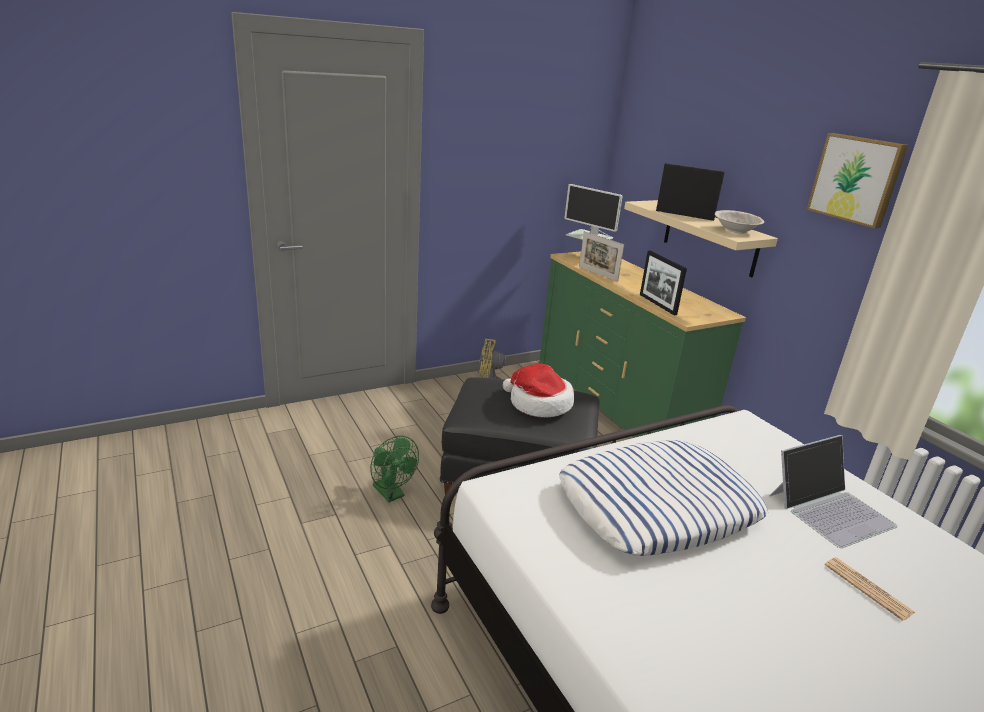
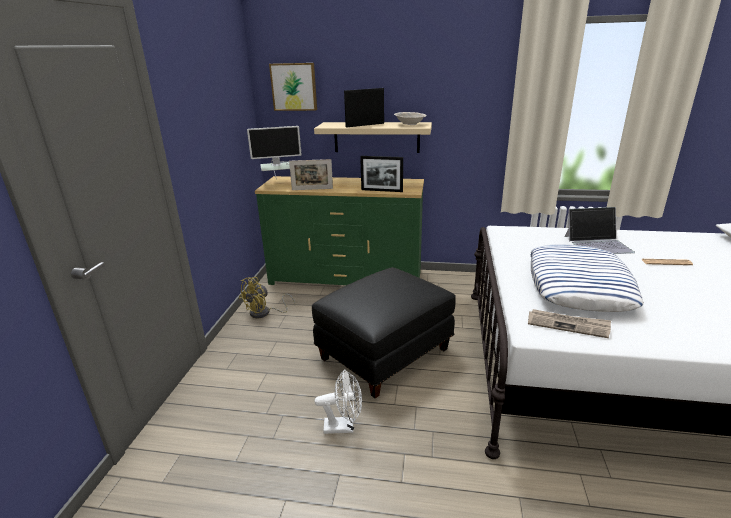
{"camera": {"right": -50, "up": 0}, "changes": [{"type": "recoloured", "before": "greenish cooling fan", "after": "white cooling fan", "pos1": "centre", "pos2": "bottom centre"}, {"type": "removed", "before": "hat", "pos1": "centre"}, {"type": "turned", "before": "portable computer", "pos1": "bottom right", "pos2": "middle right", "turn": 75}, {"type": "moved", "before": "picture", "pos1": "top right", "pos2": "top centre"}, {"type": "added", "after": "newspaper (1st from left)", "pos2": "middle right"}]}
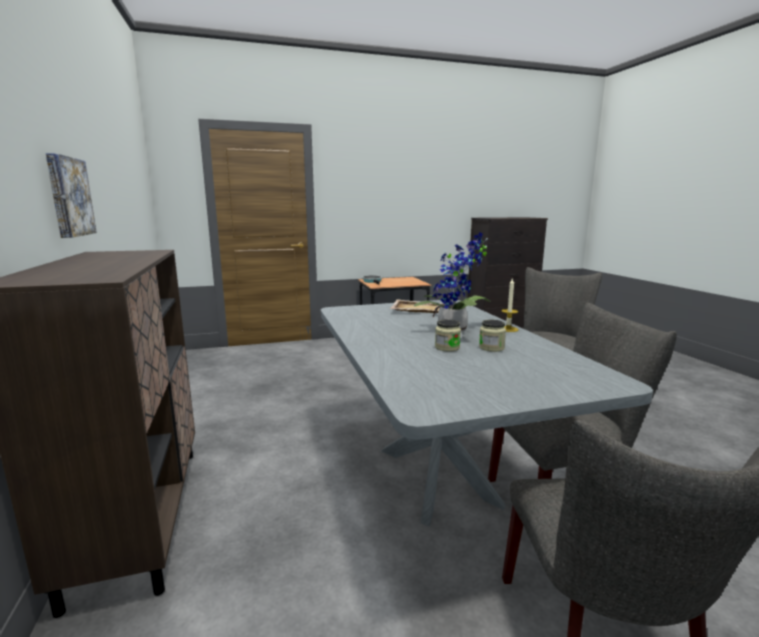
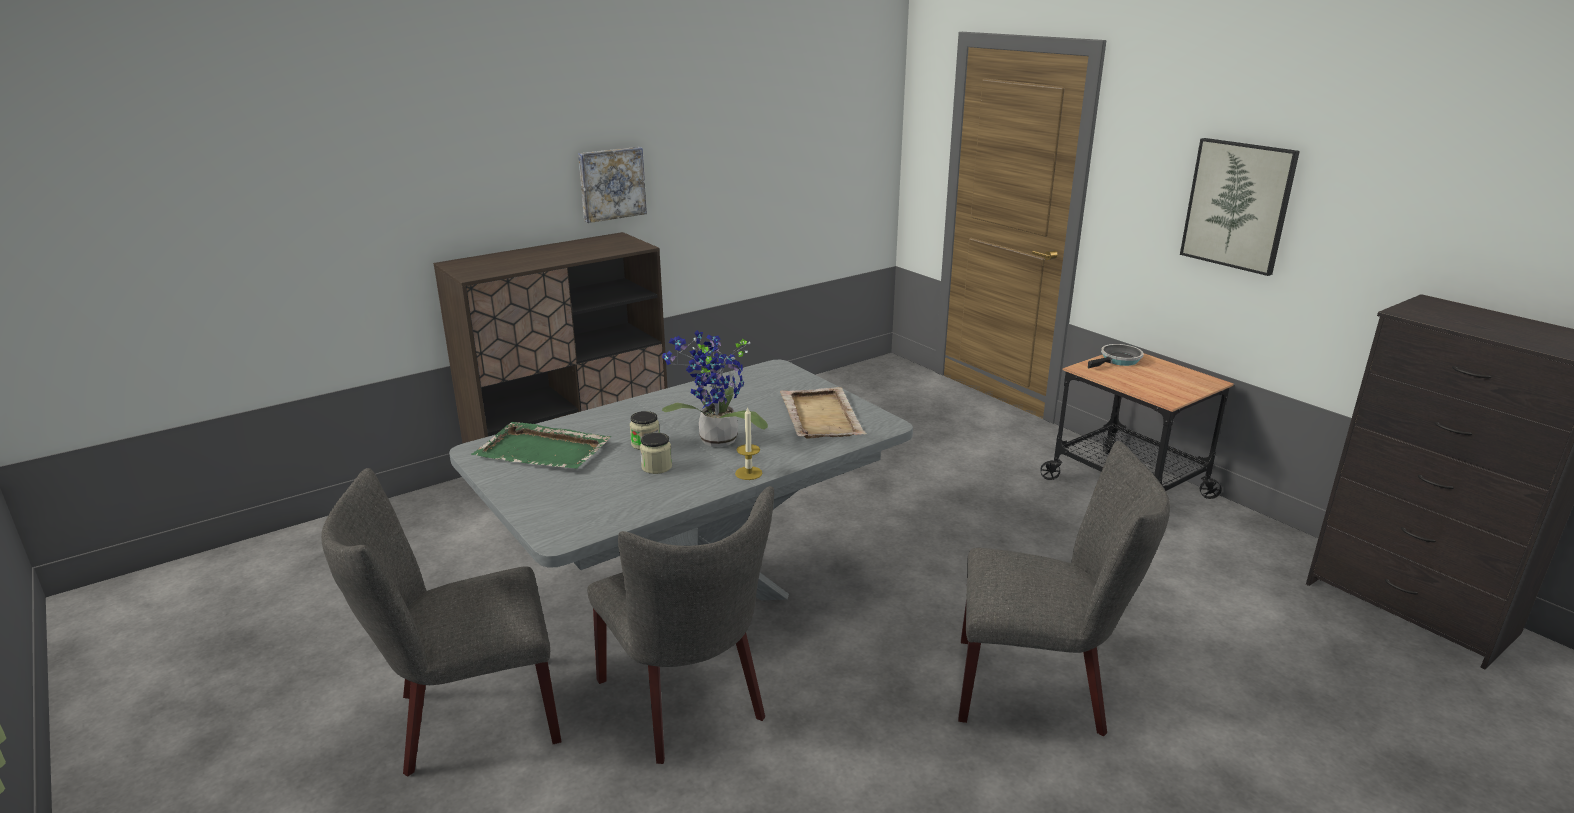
{"camera": {"right": 70, "up": 10}, "changes": [{"type": "added", "after": "greenish tray", "pos2": "centre"}, {"type": "added", "after": "picture (2nd from left)", "pos2": "top right"}]}
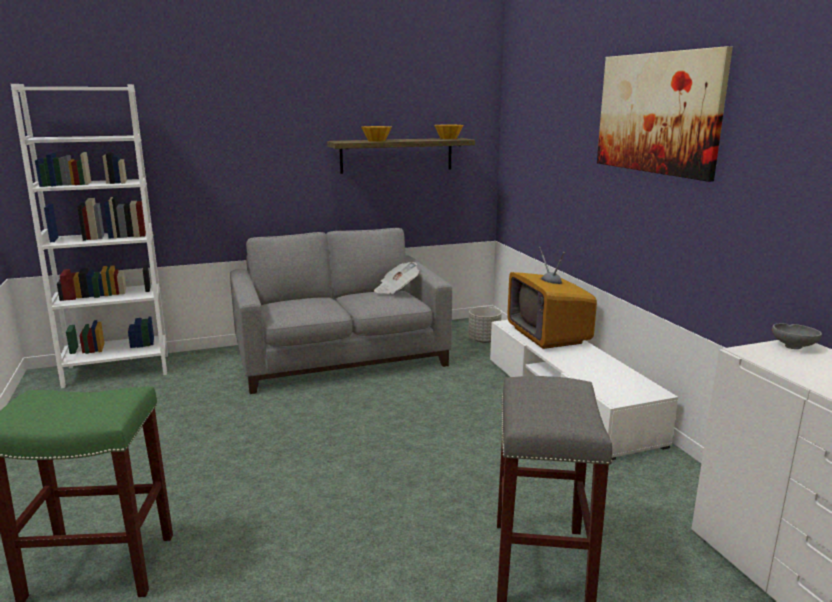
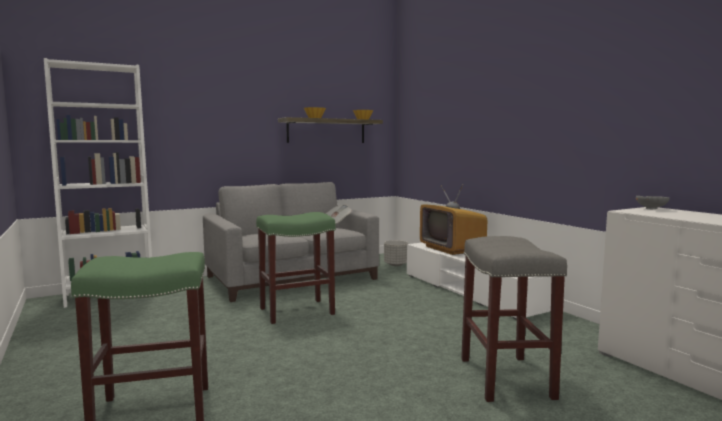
{"camera": {"right": -10, "up": -10}, "changes": [{"type": "removed", "before": "picture", "pos1": "top right"}, {"type": "added", "after": "greenish stool (2nd from left)", "pos2": "centre"}]}
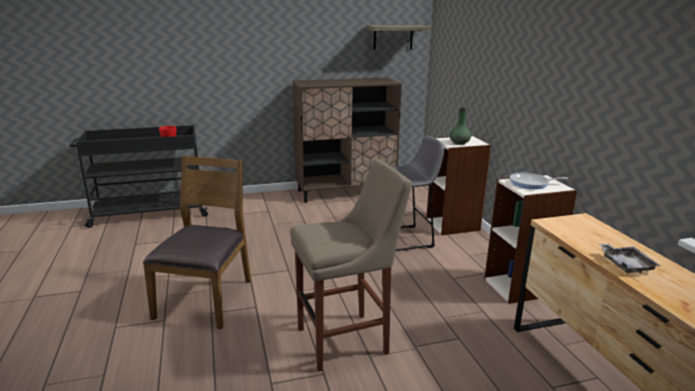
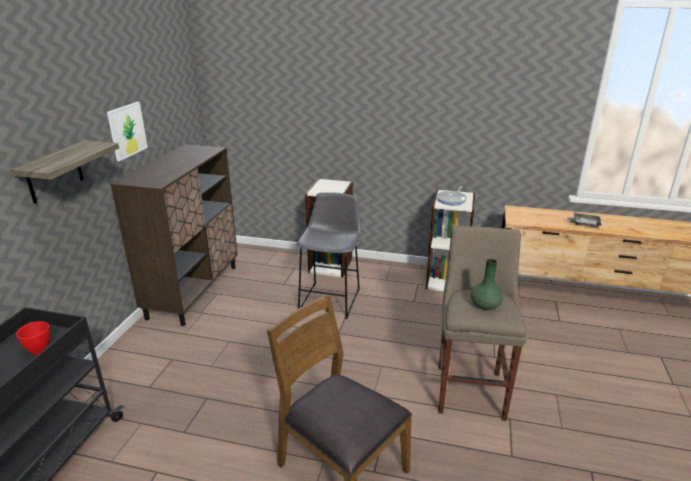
{"camera": {"right": -60, "up": 5}, "changes": [{"type": "moved", "before": "wall shelf", "pos1": "top centre", "pos2": "middle left"}, {"type": "moved", "before": "greenish vase", "pos1": "top centre", "pos2": "middle right"}, {"type": "added", "after": "picture", "pos2": "top left"}]}
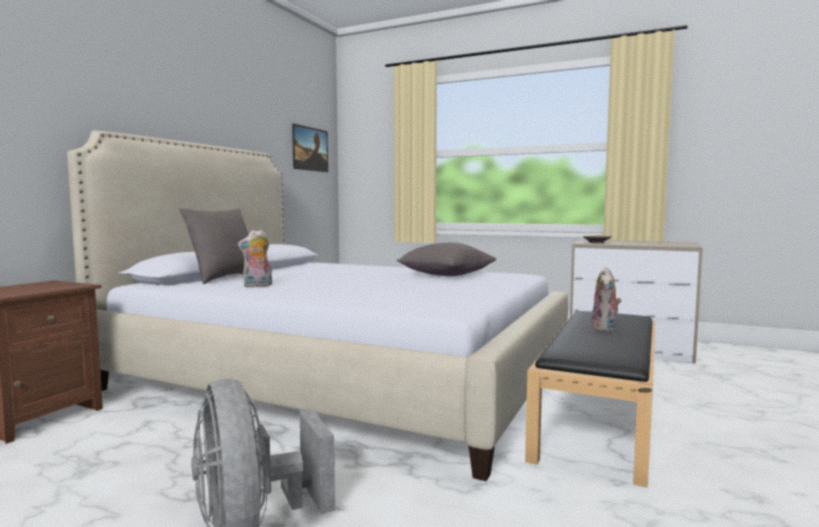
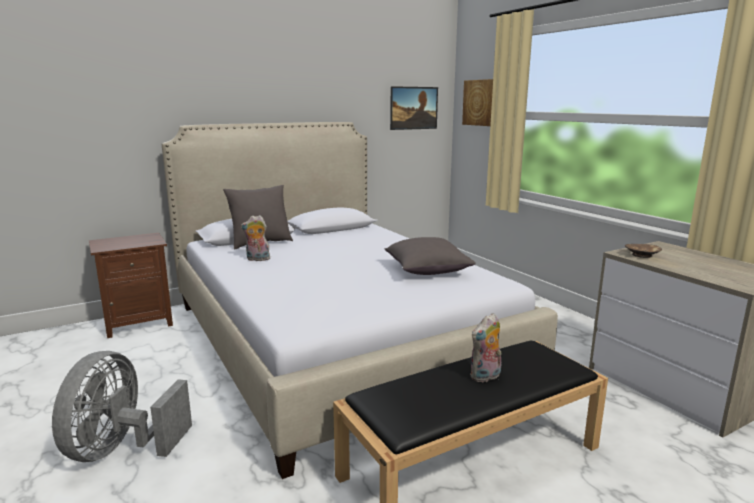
{"camera": {"right": 35, "up": 10}, "changes": [{"type": "added", "after": "picture (2nd from left)", "pos2": "top centre"}]}
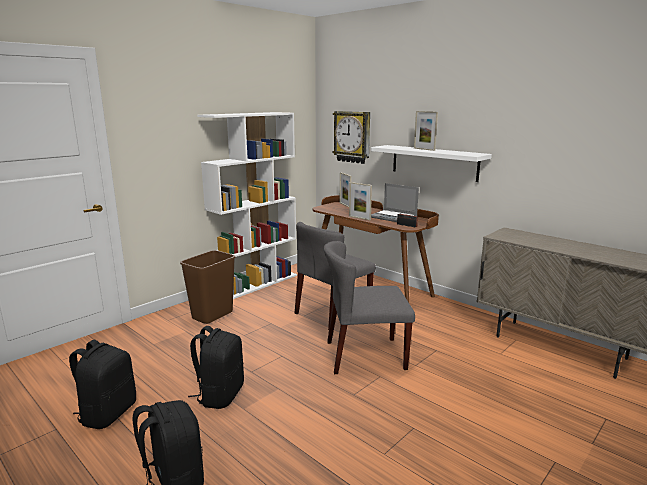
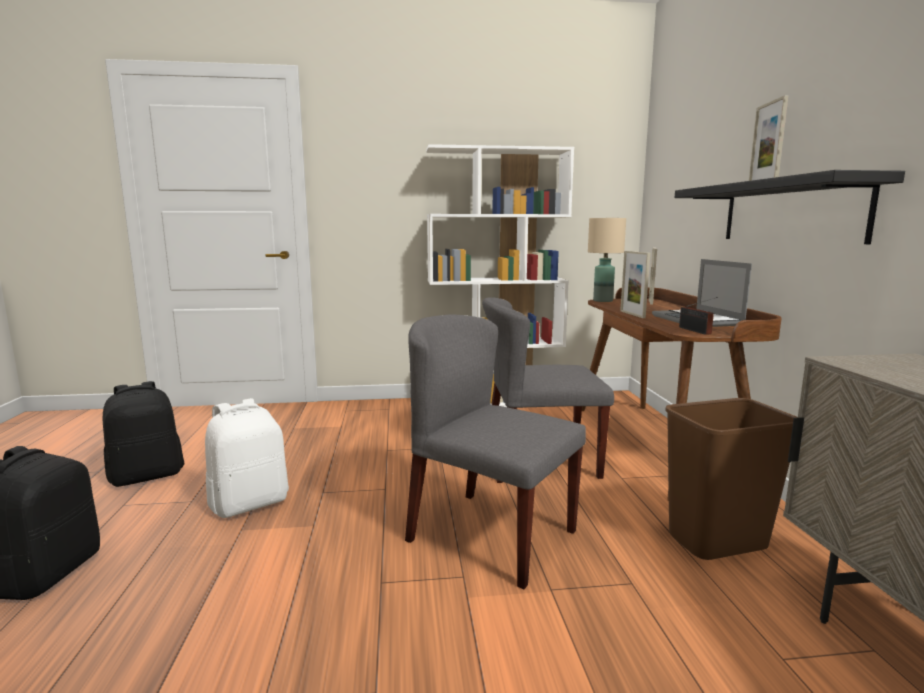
{"camera": {"right": 40, "up": -5}, "changes": [{"type": "moved", "before": "brown-coloured waste bin", "pos1": "middle left", "pos2": "bottom right"}, {"type": "recoloured", "before": "black backpack (3rd from left)", "after": "white backpack", "pos1": "bottom centre", "pos2": "middle left"}, {"type": "removed", "before": "hanging clock", "pos1": "top centre"}, {"type": "recoloured", "before": "white wall shelf", "after": "black wall shelf", "pos1": "centre", "pos2": "top right"}, {"type": "added", "after": "beige tabletop lamp", "pos2": "centre"}]}
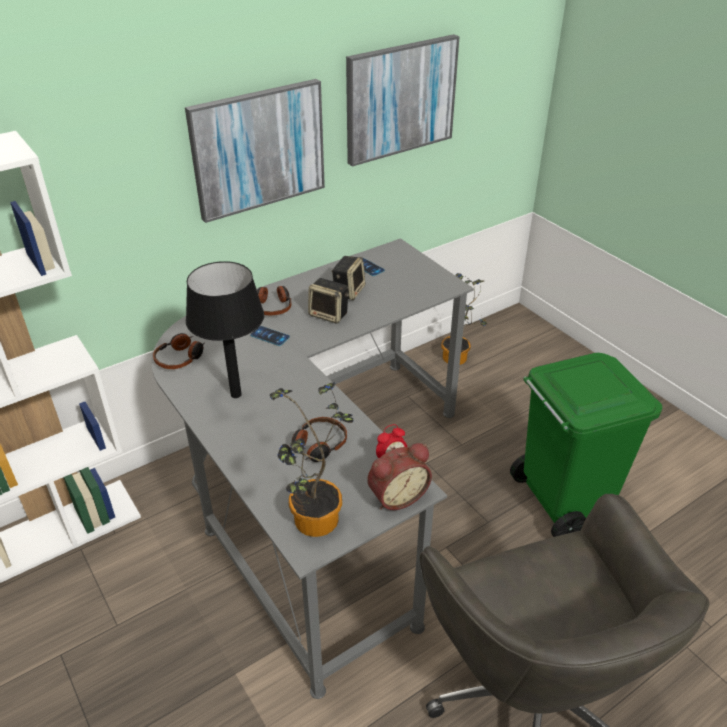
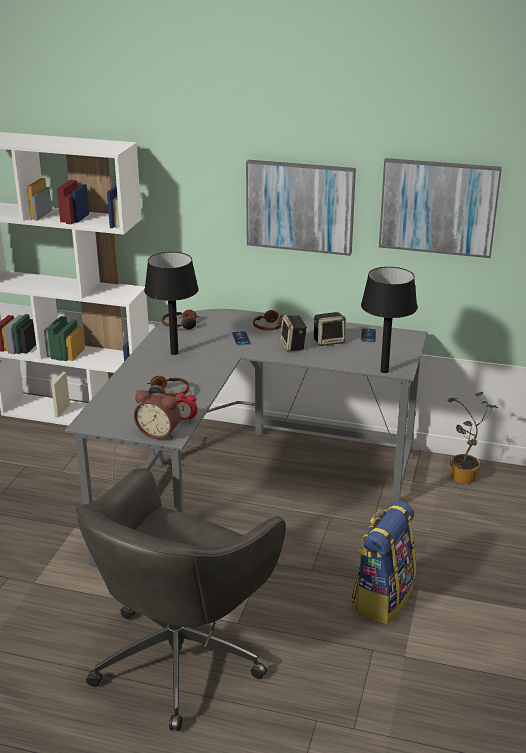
{"camera": {"right": 50, "up": -10}, "changes": [{"type": "removed", "before": "potted plant (1st from left)", "pos1": "centre"}, {"type": "replaced", "before": "greenish waste bin", "after": "backpack", "pos1": "middle right", "pos2": "bottom right"}, {"type": "added", "after": "black tabletop lamp (2nd from left)", "pos2": "middle right"}]}
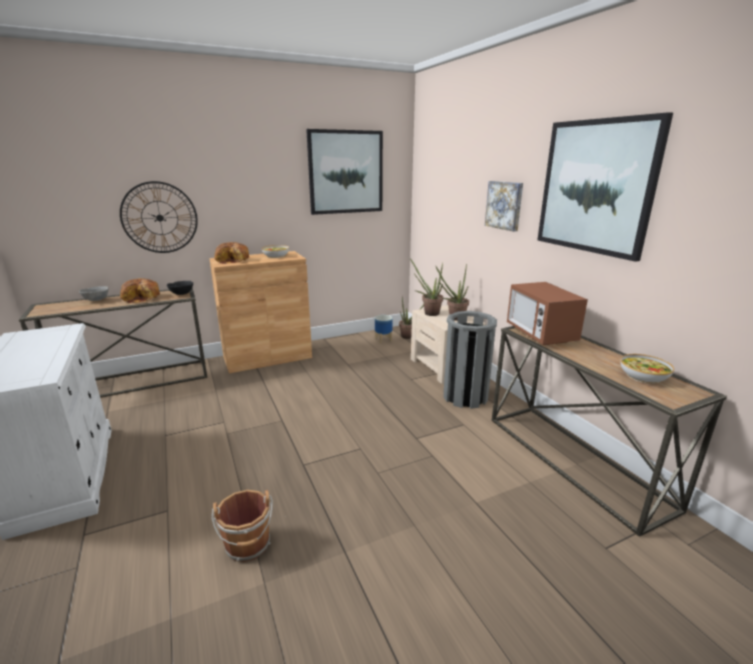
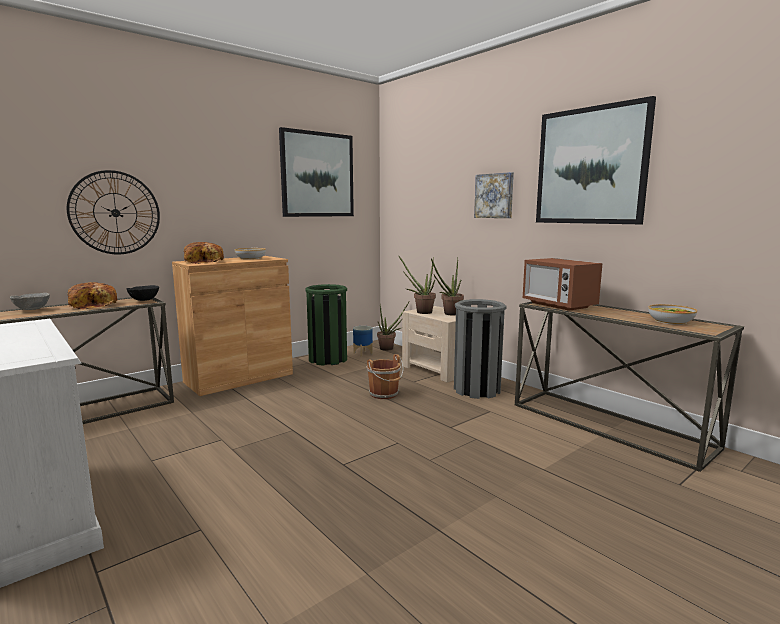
{"camera": {"right": -15, "up": -10}, "changes": [{"type": "moved", "before": "brown-coloured pail", "pos1": "bottom left", "pos2": "centre"}, {"type": "added", "after": "greenish waste bin", "pos2": "centre"}]}
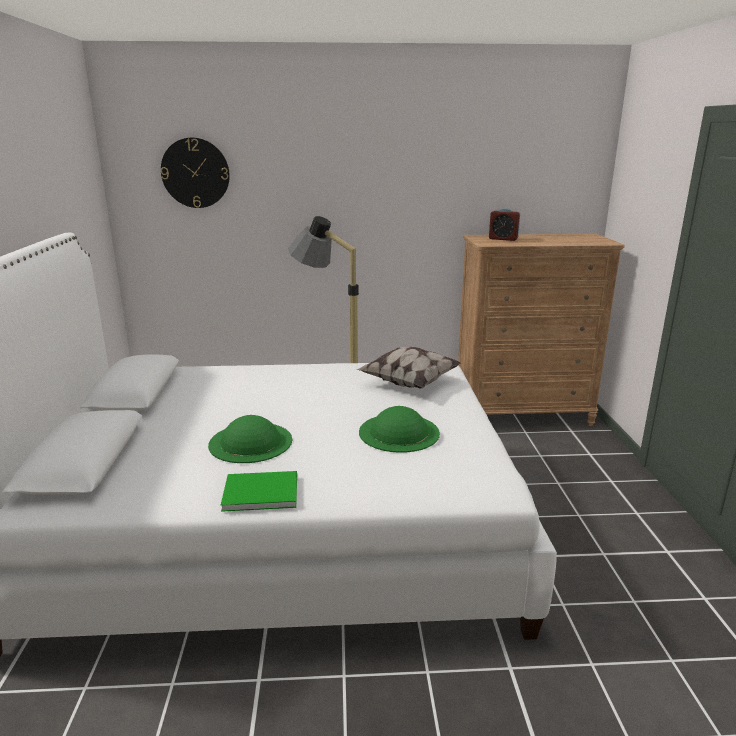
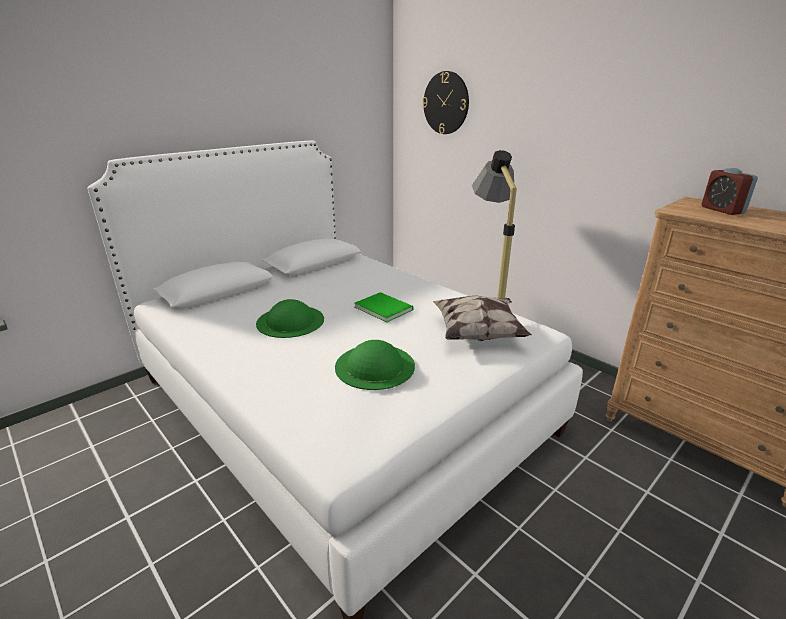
{"camera": {"right": 50, "up": 5}, "changes": [{"type": "moved", "before": "greenish bound book", "pos1": "bottom centre", "pos2": "centre"}]}
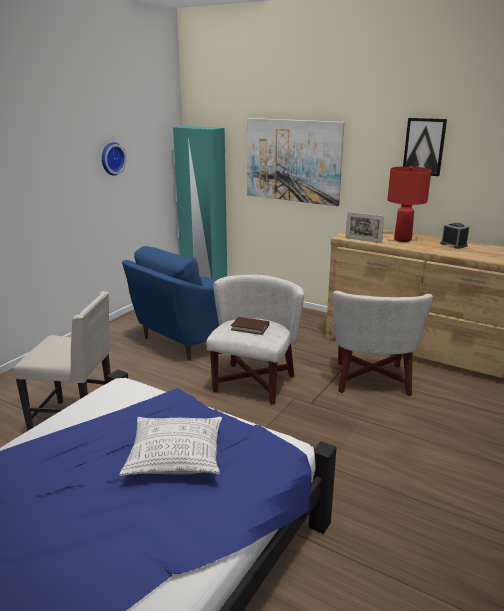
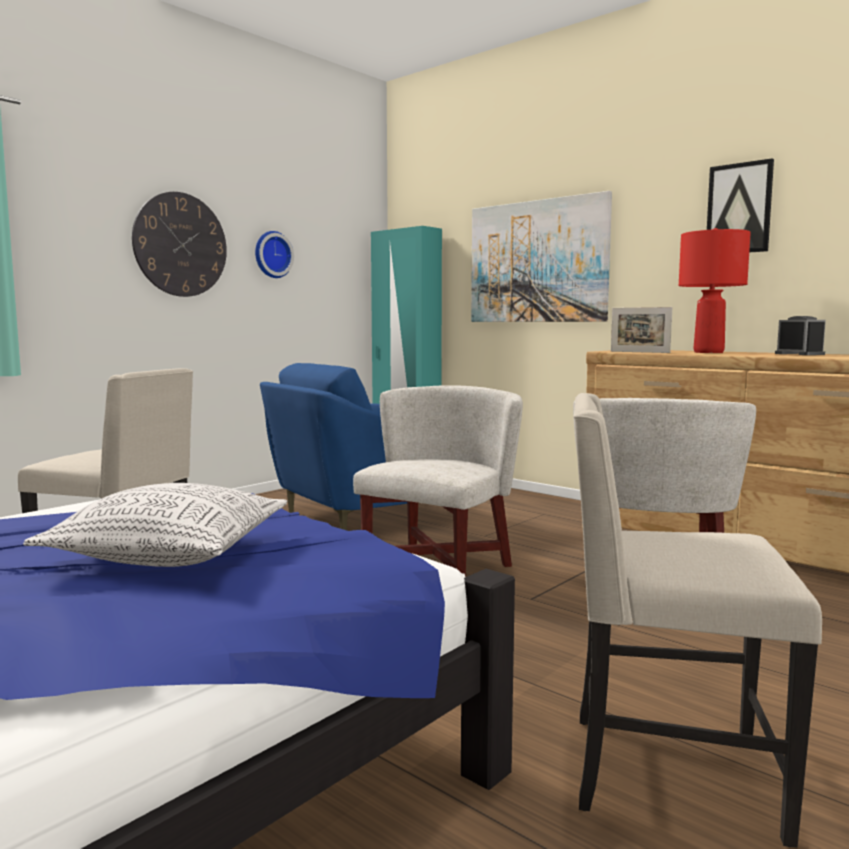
{"camera": {"right": 10, "up": -15}, "changes": [{"type": "removed", "before": "brown-coloured bound book", "pos1": "centre"}, {"type": "added", "after": "hanging clock (1st from left)", "pos2": "top left"}, {"type": "added", "after": "beige upright chair (2nd from left)", "pos2": "bottom right"}]}
